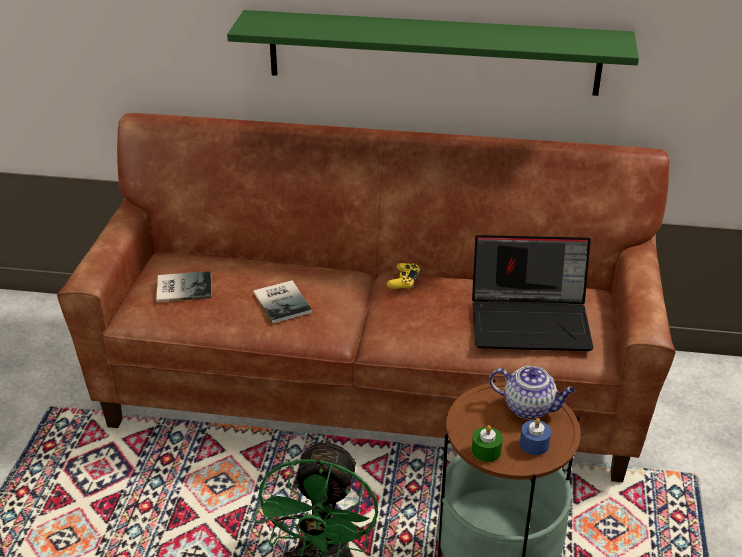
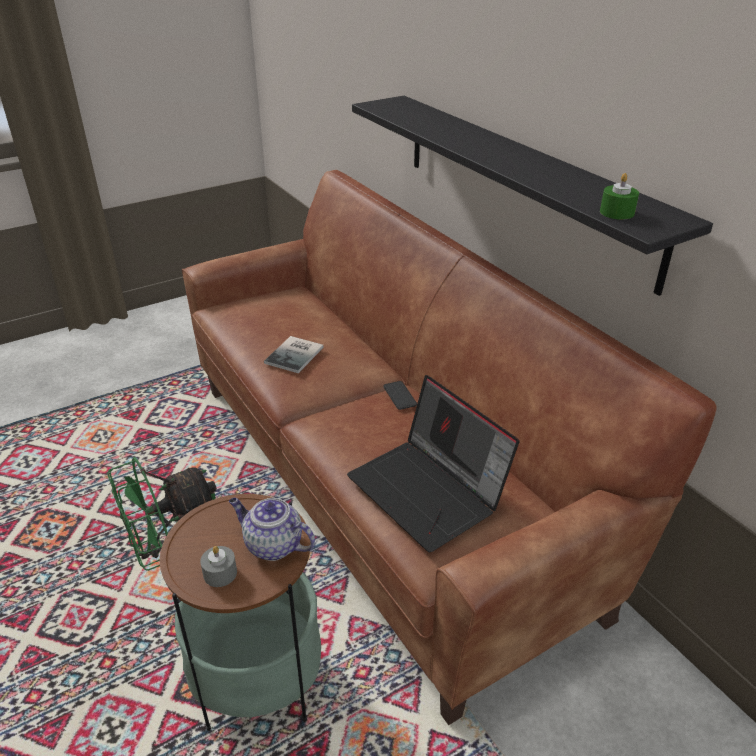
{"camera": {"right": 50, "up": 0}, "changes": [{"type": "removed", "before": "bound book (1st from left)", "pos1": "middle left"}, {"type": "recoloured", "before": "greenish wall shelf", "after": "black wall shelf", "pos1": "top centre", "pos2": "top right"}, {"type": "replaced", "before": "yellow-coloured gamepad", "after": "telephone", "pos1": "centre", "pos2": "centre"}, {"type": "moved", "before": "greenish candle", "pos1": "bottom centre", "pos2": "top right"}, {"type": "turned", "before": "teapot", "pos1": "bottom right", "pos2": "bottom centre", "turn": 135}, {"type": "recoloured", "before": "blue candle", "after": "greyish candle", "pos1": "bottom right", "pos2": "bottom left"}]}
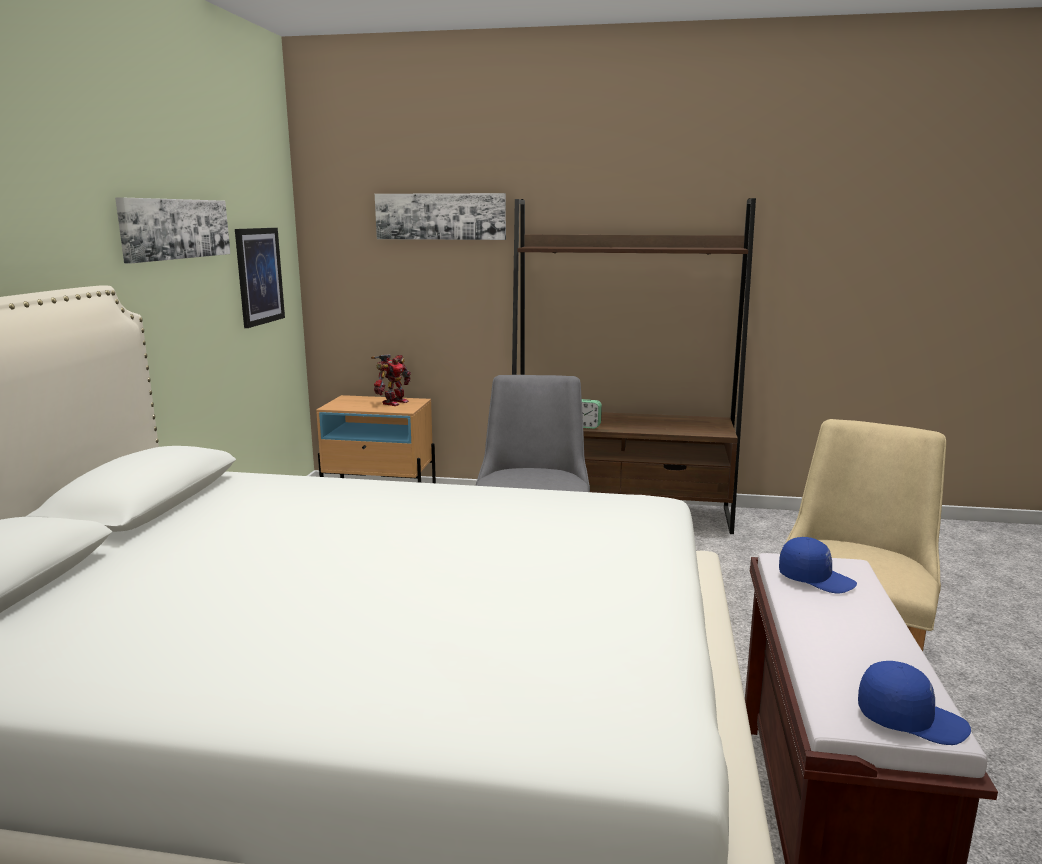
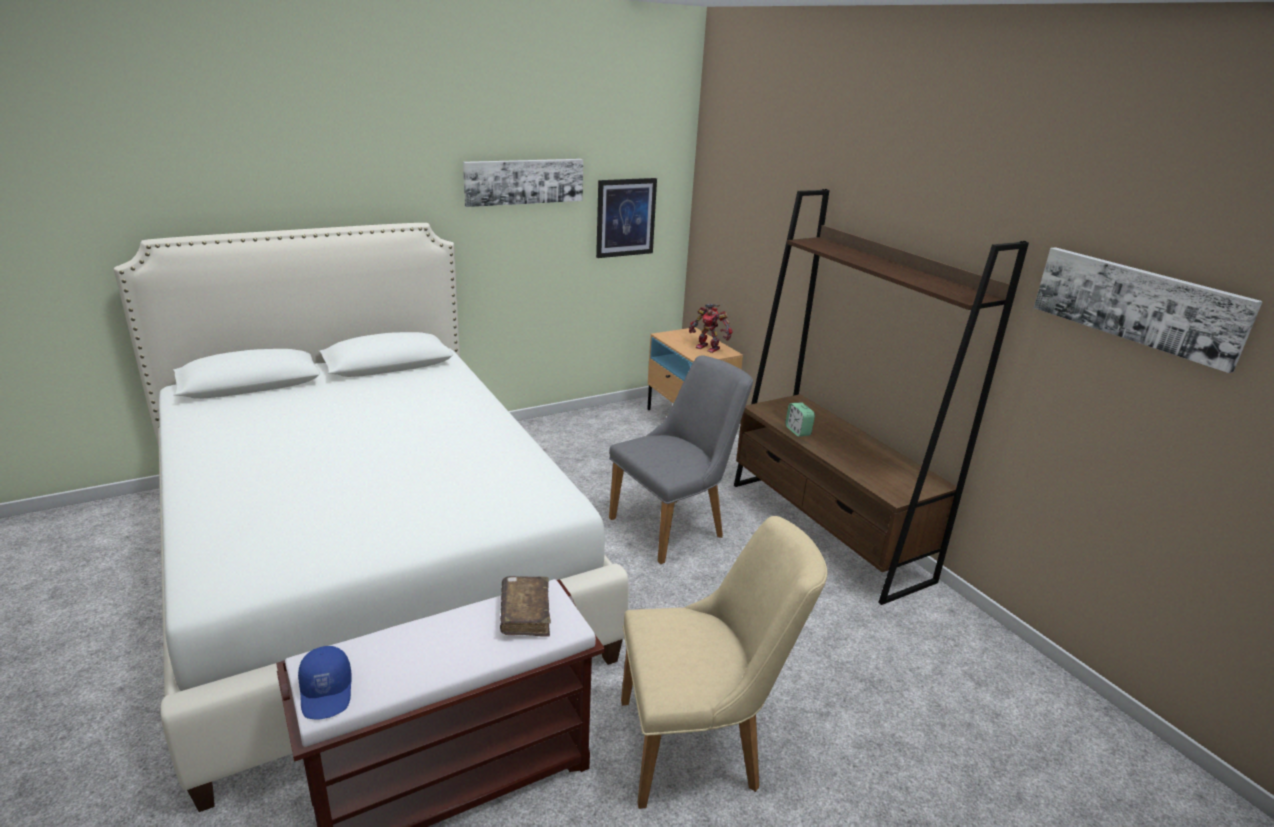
{"camera": {"right": 50, "up": 10}, "changes": [{"type": "turned", "before": "toy robot", "pos1": "centre", "pos2": "centre", "turn": 45}, {"type": "moved", "before": "picture (3rd from left)", "pos1": "top centre", "pos2": "middle right"}, {"type": "replaced", "before": "blue baseball cap (1st from left)", "after": "brown-coloured bound book", "pos1": "middle right", "pos2": "bottom centre"}]}
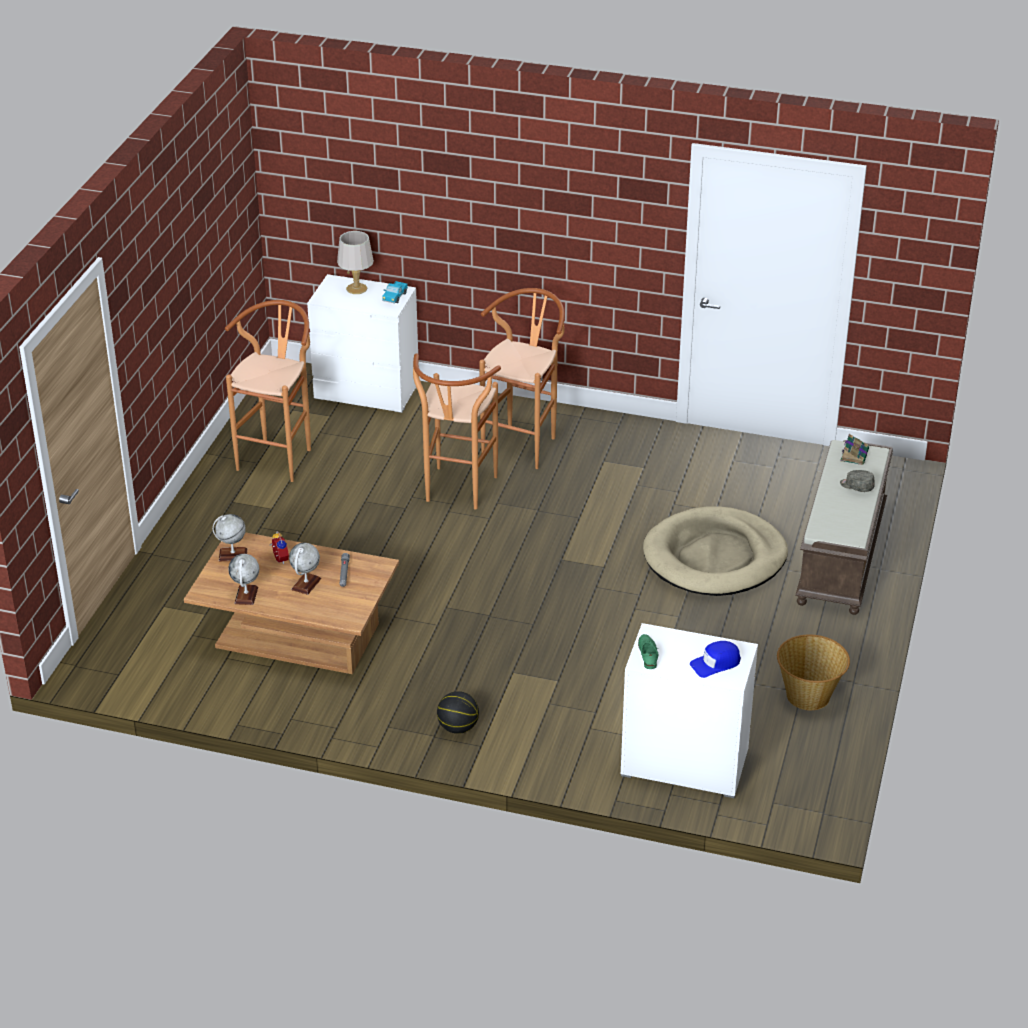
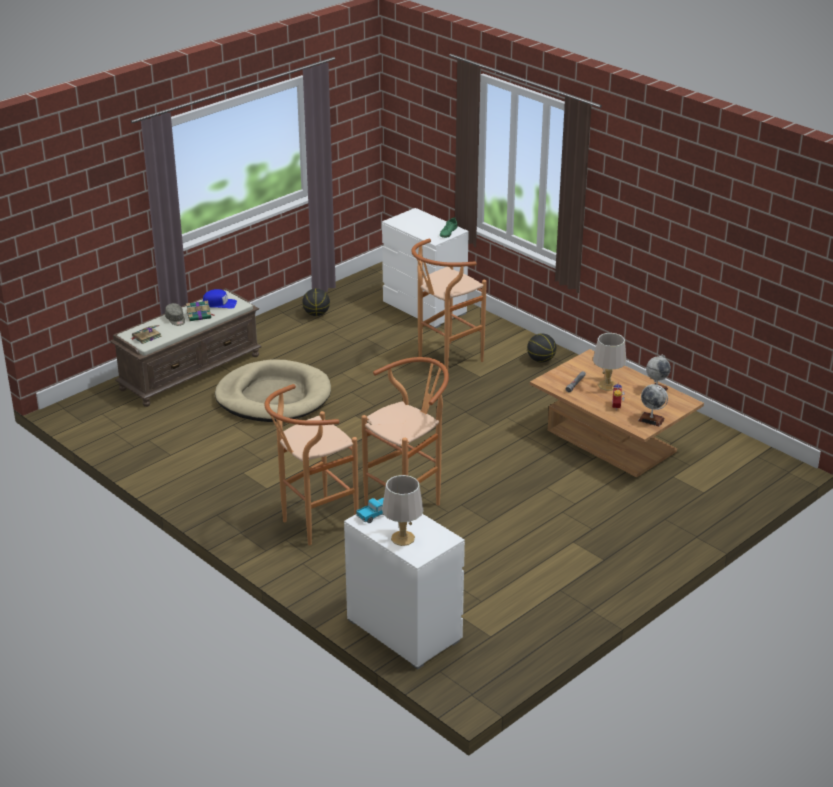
{"camera": {"right": -150, "up": -5}, "changes": [{"type": "moved", "before": "brown-coloured stool (1st from left in the first image)", "after": "brown-coloured stool (3rd from left)", "pos1": "middle left", "pos2": "centre"}, {"type": "replaced", "before": "world globe (3rd from left)", "after": "greyish tabletop lamp (2nd from left)", "pos1": "middle left", "pos2": "middle right"}, {"type": "moved", "before": "blue baseball cap", "pos1": "middle right", "pos2": "middle left"}, {"type": "replaced", "before": "storage basket", "after": "ball for basketball (1st from left)", "pos1": "middle right", "pos2": "centre"}, {"type": "added", "after": "bound book (2nd from left)", "pos2": "middle left"}]}
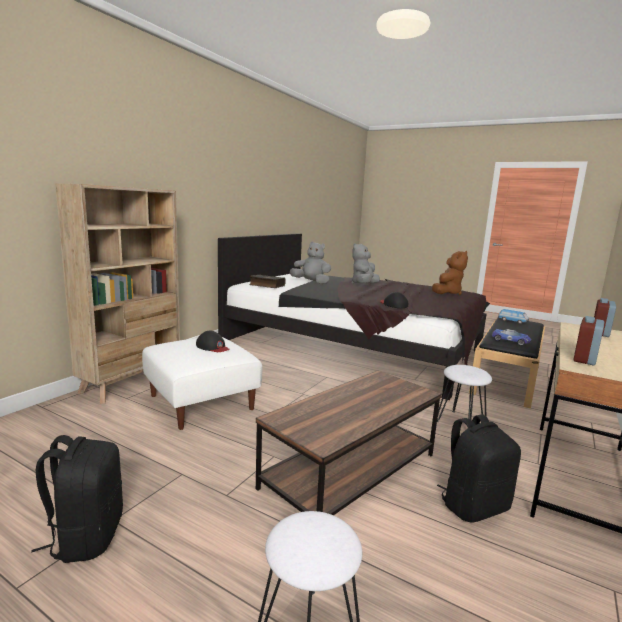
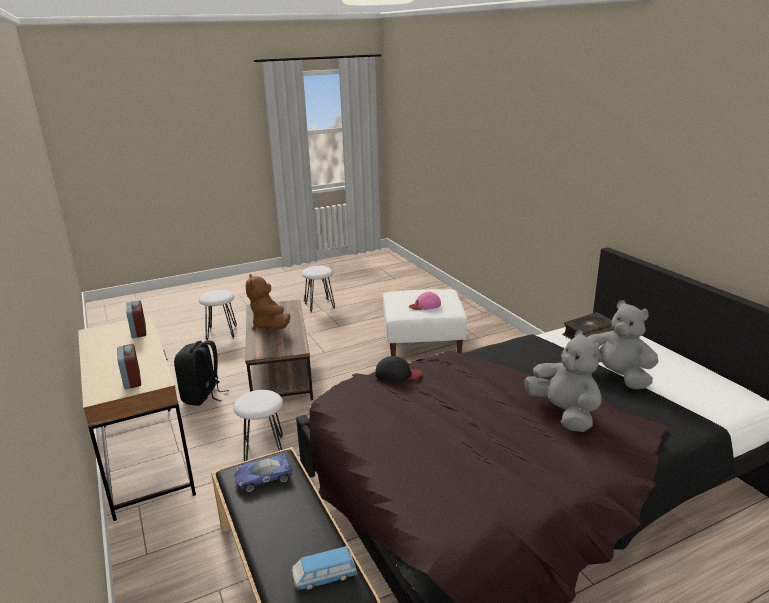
{"camera": {"right": 125, "up": 10}, "changes": [{"type": "replaced", "before": "black backpack (1st from left)", "after": "white stool (3rd from left)", "pos1": "bottom left", "pos2": "centre"}, {"type": "removed", "before": "beige bookshelf", "pos1": "middle left"}, {"type": "recoloured", "before": "black baseball cap (1st from left)", "after": "pink baseball cap", "pos1": "centre", "pos2": "centre"}, {"type": "turned", "before": "greyish cuddly toy (1st from left in the first image)", "pos1": "centre", "pos2": "middle right", "turn": -105}, {"type": "moved", "before": "brown-coloured cuddly toy", "pos1": "middle right", "pos2": "centre"}]}
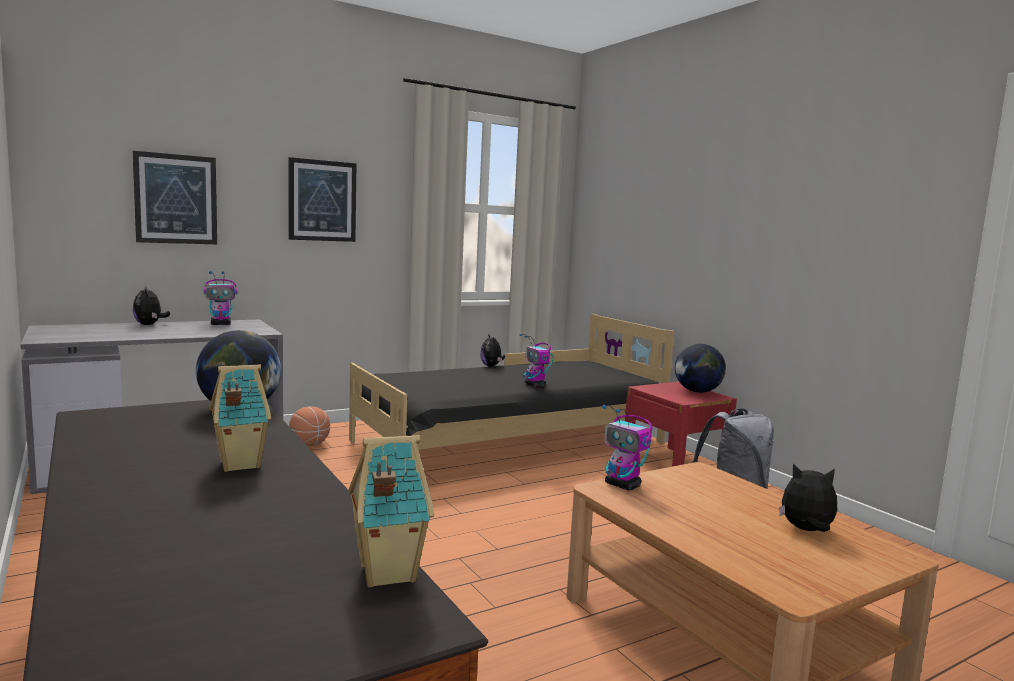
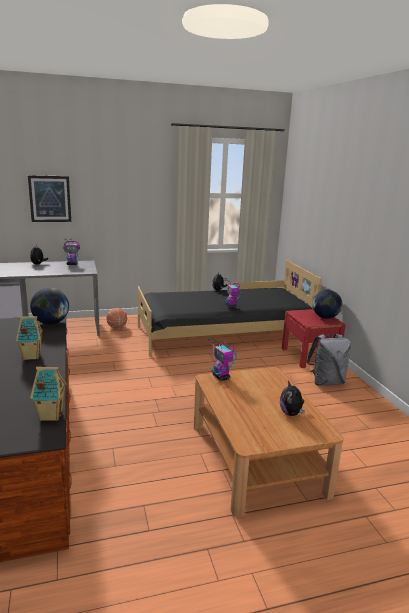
{"camera": {"right": 15, "up": 10}, "changes": [{"type": "removed", "before": "picture (2nd from left)", "pos1": "top left"}, {"type": "turned", "before": "cuddly toy (3rd from left)", "pos1": "bottom right", "pos2": "middle right", "turn": -135}]}
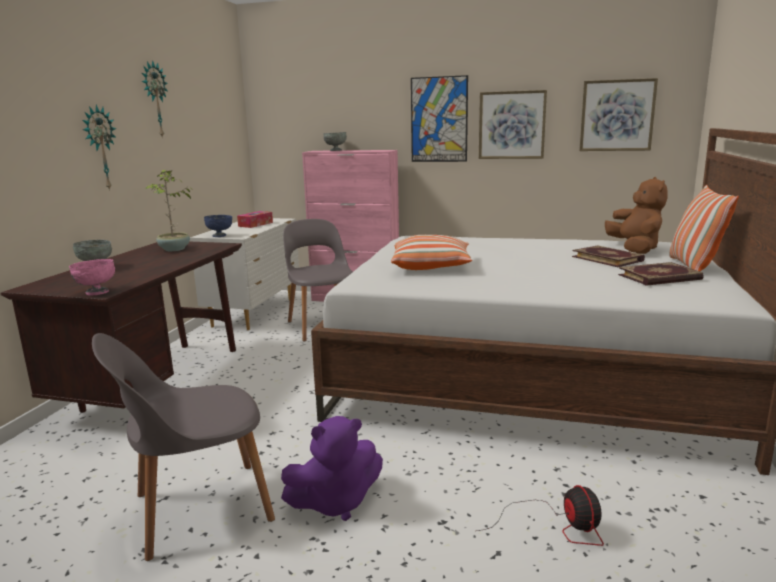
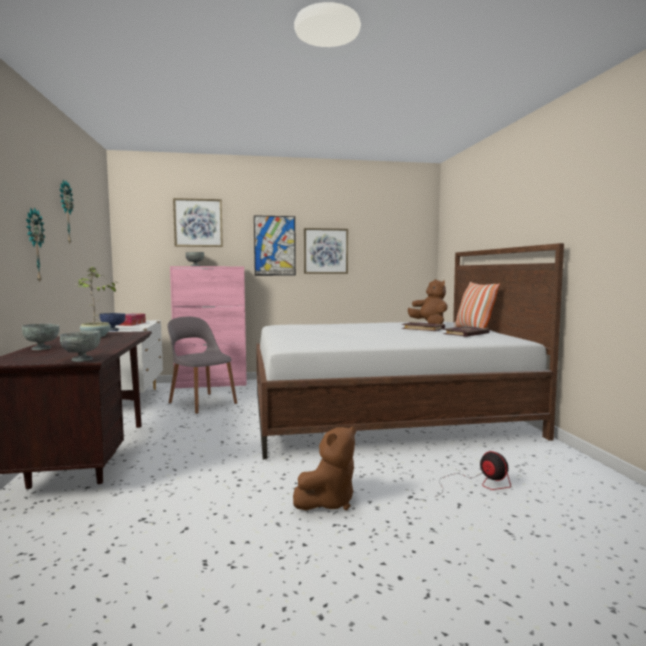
{"camera": {"right": -25, "up": -10}, "changes": [{"type": "recoloured", "before": "pink deep dish", "after": "greyish deep dish (2nd from left)", "pos1": "middle left", "pos2": "middle left"}, {"type": "removed", "before": "greyish upright chair (1st from left)", "pos1": "bottom left"}, {"type": "recoloured", "before": "purple-coloured cuddly toy", "after": "brown-coloured cuddly toy (1st from left)", "pos1": "bottom centre", "pos2": "bottom centre"}, {"type": "removed", "before": "cushion (1st from left)", "pos1": "centre"}, {"type": "moved", "before": "picture (3rd from left in the first image)", "after": "picture (1st from left)", "pos1": "top right", "pos2": "middle left"}]}
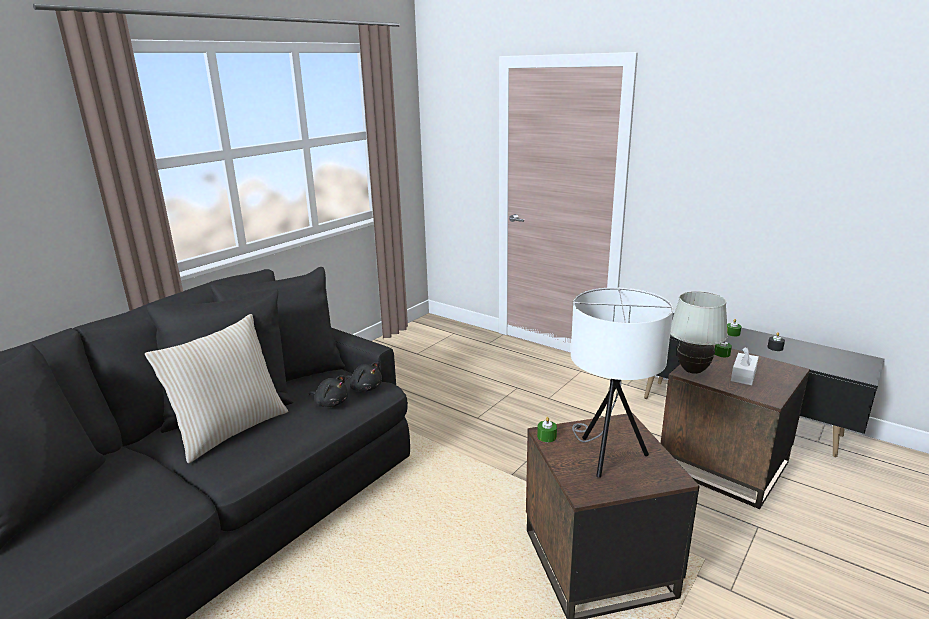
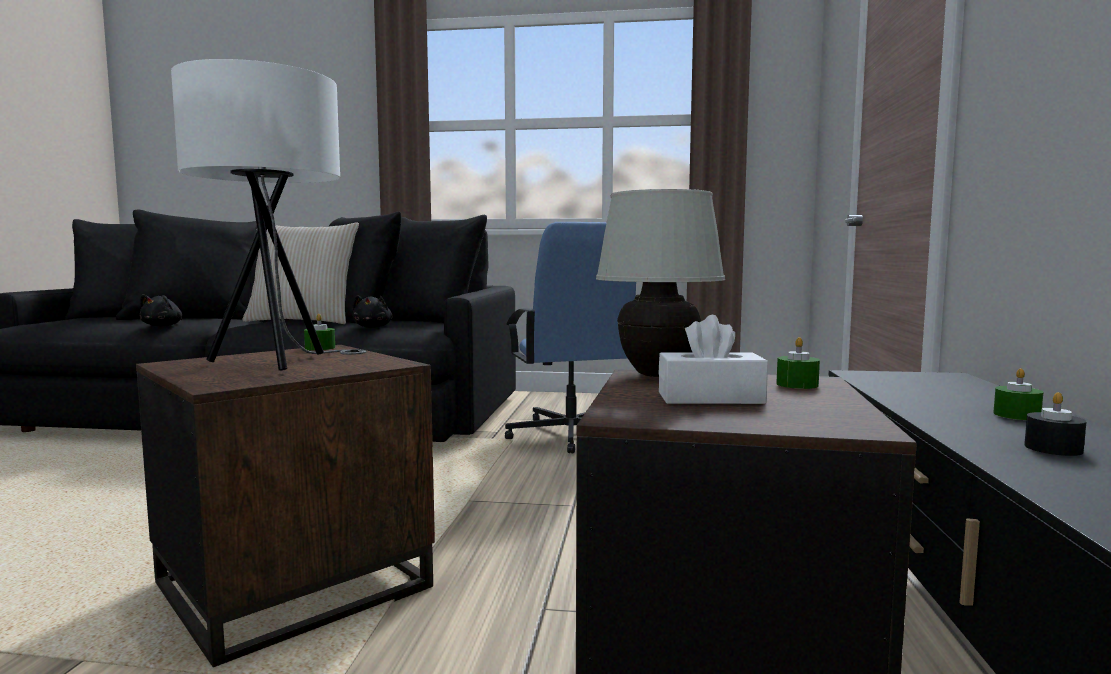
{"camera": {"right": 60, "up": -15}, "changes": [{"type": "moved", "before": "black cuddly toy (2nd from left in the first image)", "after": "black cuddly toy (1st from left)", "pos1": "centre", "pos2": "middle left"}, {"type": "added", "after": "blue office chair", "pos2": "centre"}]}
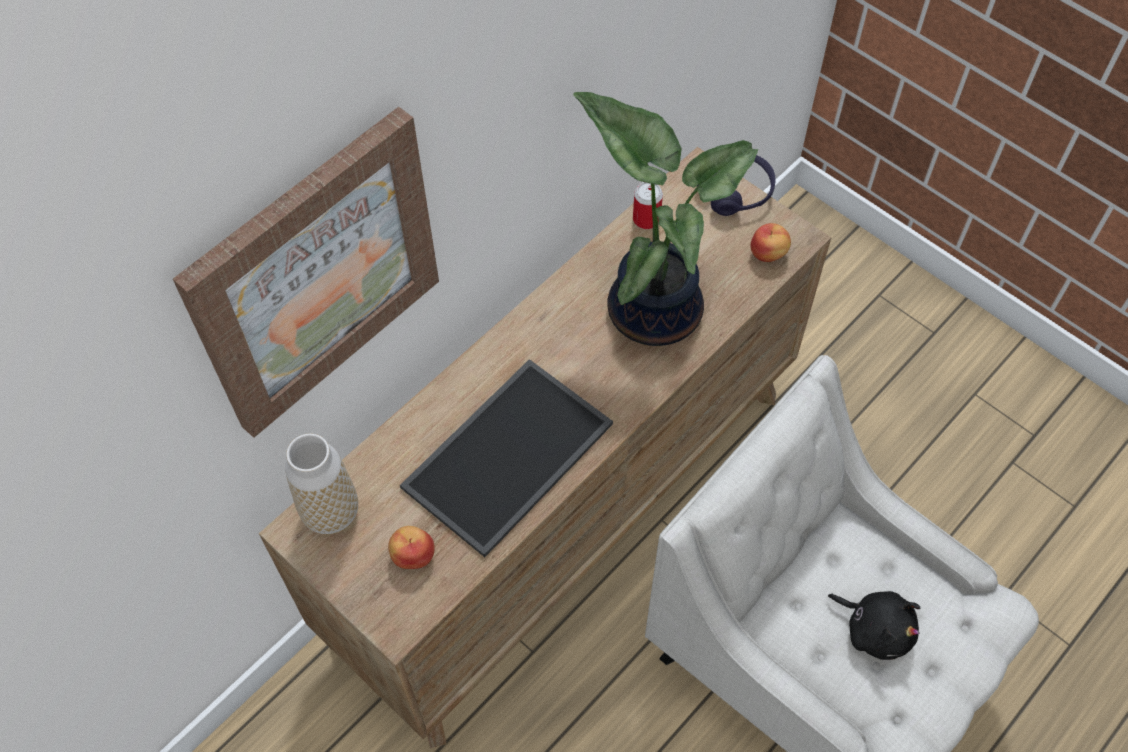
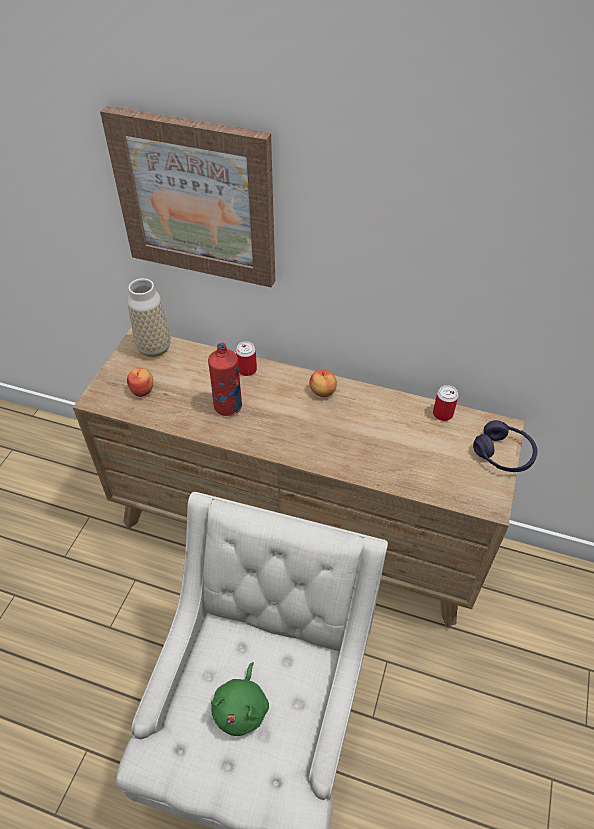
{"camera": {"right": 65, "up": -10}, "changes": [{"type": "replaced", "before": "tray", "after": "red-coloured beverage bottle", "pos1": "centre", "pos2": "centre"}, {"type": "removed", "before": "potted plant", "pos1": "top centre"}, {"type": "moved", "before": "apple (2nd from left)", "pos1": "top right", "pos2": "centre"}, {"type": "recoloured", "before": "black cuddly toy", "after": "greenish cuddly toy", "pos1": "bottom right", "pos2": "bottom centre"}, {"type": "added", "after": "sealed can (1st from left)", "pos2": "centre"}]}
